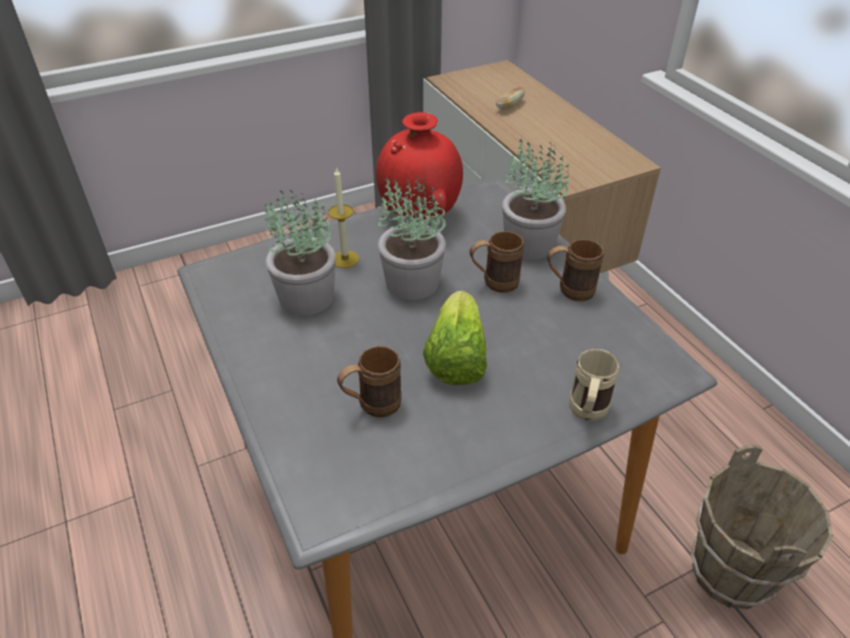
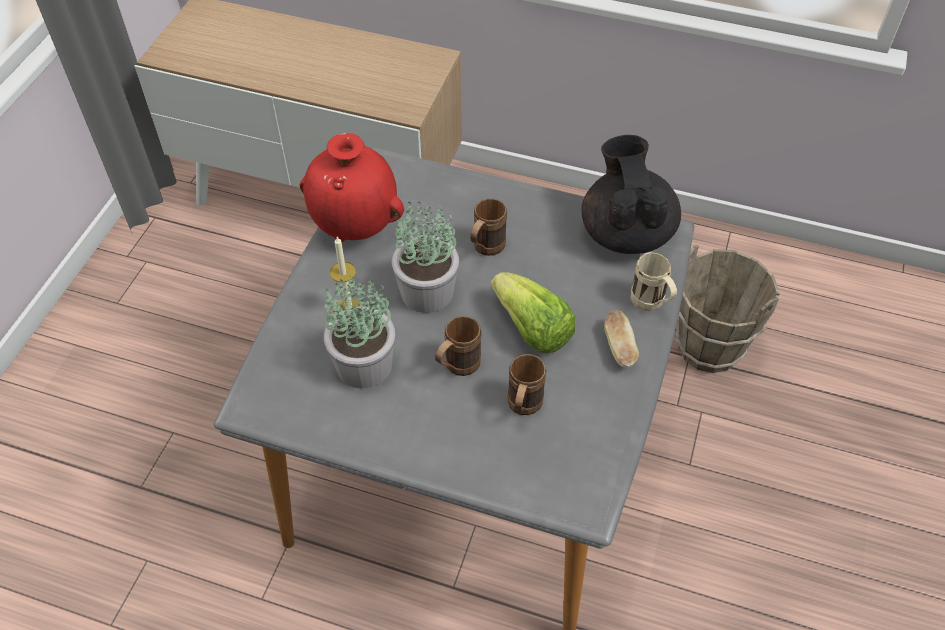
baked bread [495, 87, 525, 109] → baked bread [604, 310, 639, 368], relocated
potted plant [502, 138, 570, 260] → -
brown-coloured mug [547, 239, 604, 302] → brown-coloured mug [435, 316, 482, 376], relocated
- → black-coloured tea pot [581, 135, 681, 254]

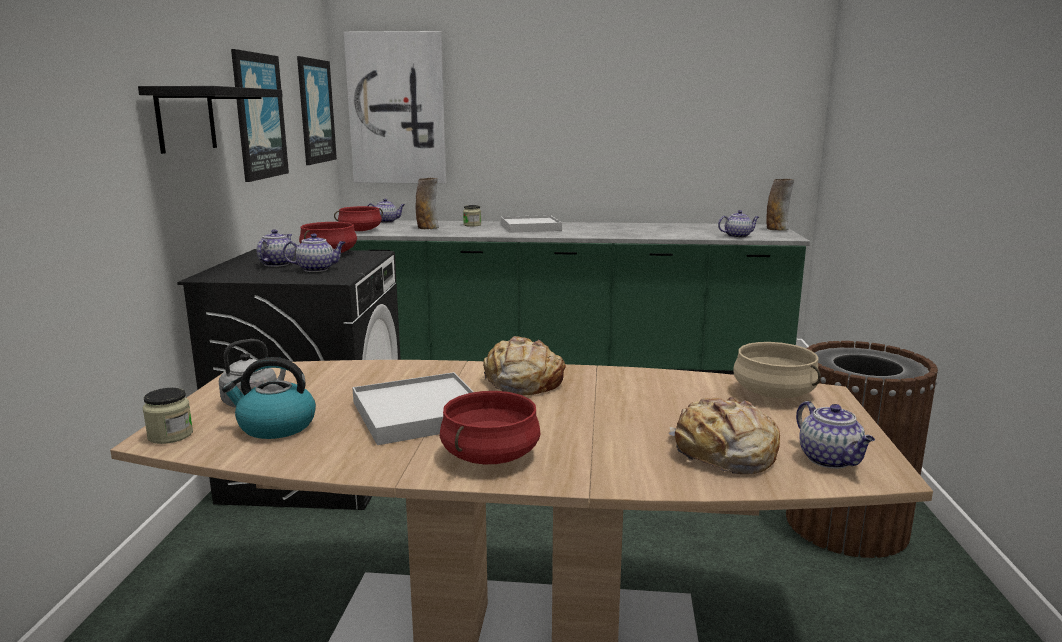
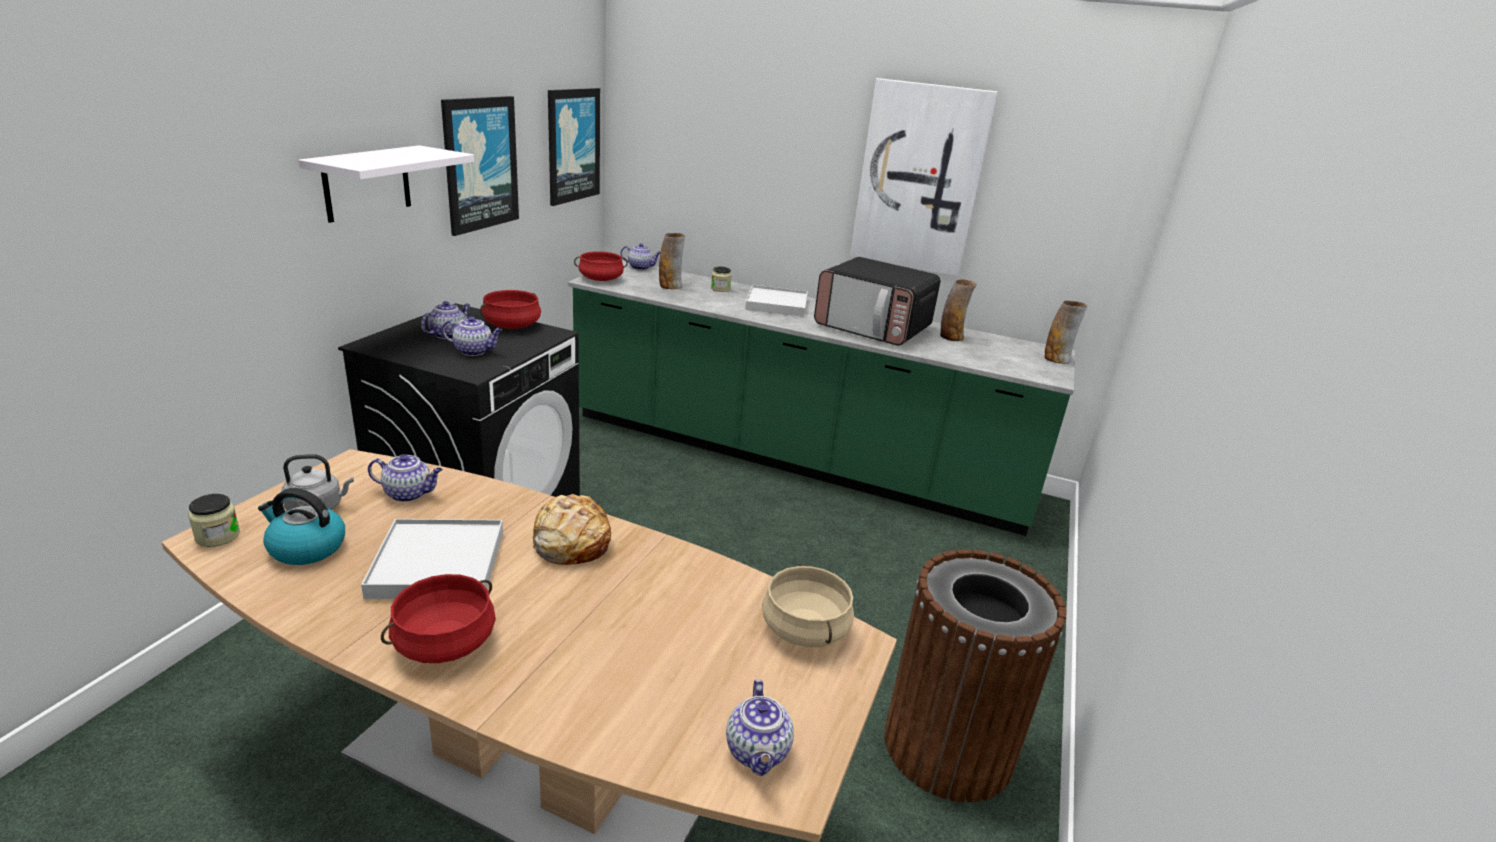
picture [344, 31, 446, 184] → picture [850, 78, 998, 277], relocated
black-coloured bracket shelf [138, 86, 283, 154] → white-coloured bracket shelf [298, 145, 474, 223]
tea pot [718, 210, 759, 238] → tea pot [368, 454, 443, 502], relocated
baked bread [669, 397, 780, 474] → -
- → kitchen microwave [814, 257, 940, 346]
- → decorative vase [940, 279, 977, 341]

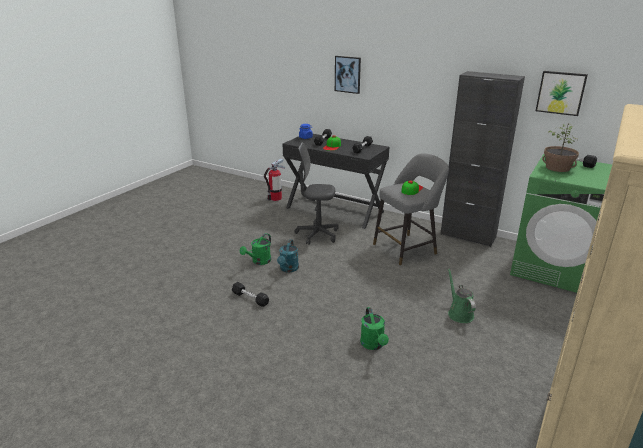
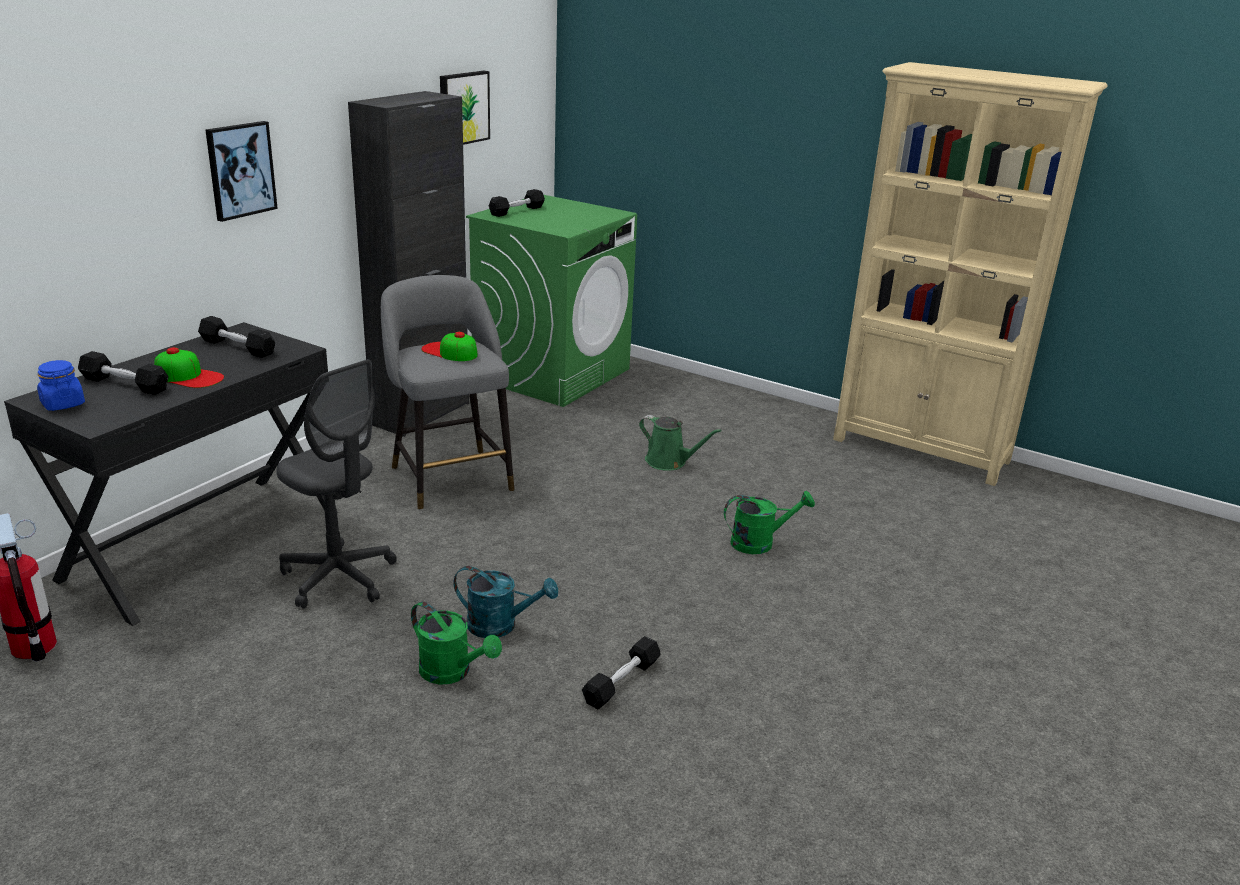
picture [335, 56, 361, 94] → picture [205, 121, 278, 222], relocated
potted plant [542, 123, 579, 172] → -
grey desk chair [294, 142, 339, 245] → grey desk chair [276, 360, 397, 609], 60 degrees counterclockwise
green-coloured watering can [448, 269, 476, 323] → green-coloured watering can [639, 415, 722, 471], 135 degrees counterclockwise

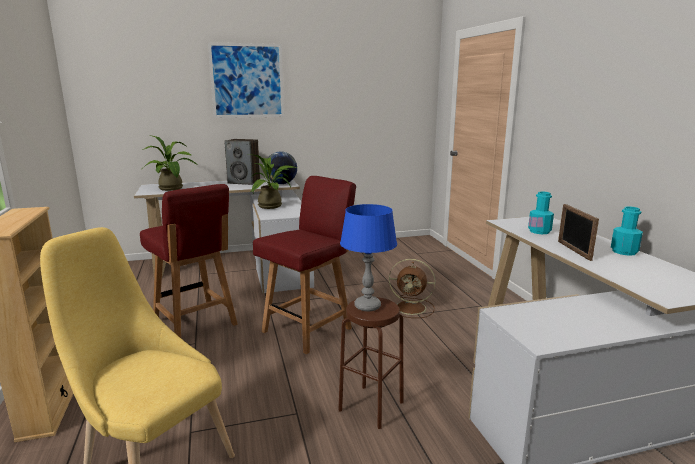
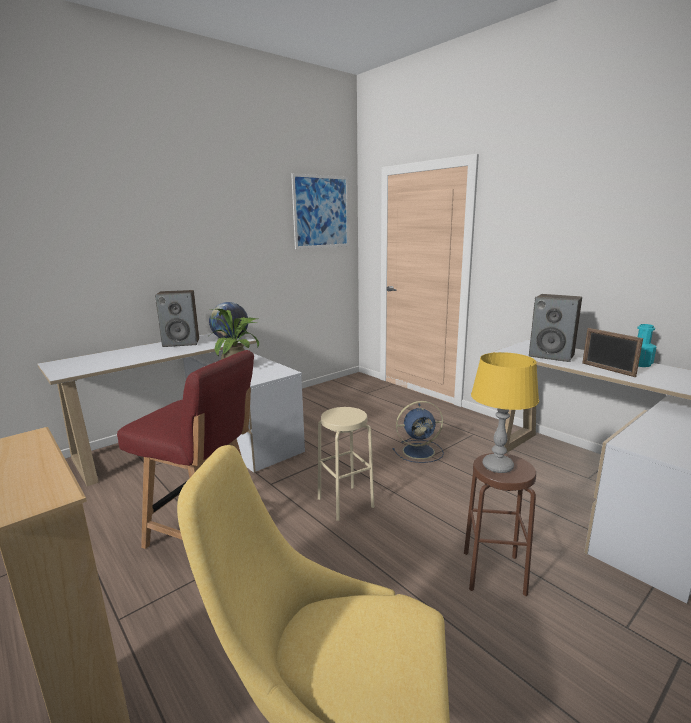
picture [208, 42, 284, 118] → picture [291, 173, 349, 249], relocated
potted plant [142, 135, 196, 191] → -
red-coloured upright chair [253, 176, 356, 354] → beige-coloured stool seat [318, 407, 374, 521]
turquoise beverage bottle [528, 192, 554, 234] → loudspeaker [529, 294, 582, 362]
blue table lamp [340, 204, 397, 311] → yellow-coloured table lamp [471, 352, 539, 473]
brown-coloured fan [389, 259, 435, 318] → blue fan [392, 401, 444, 463]

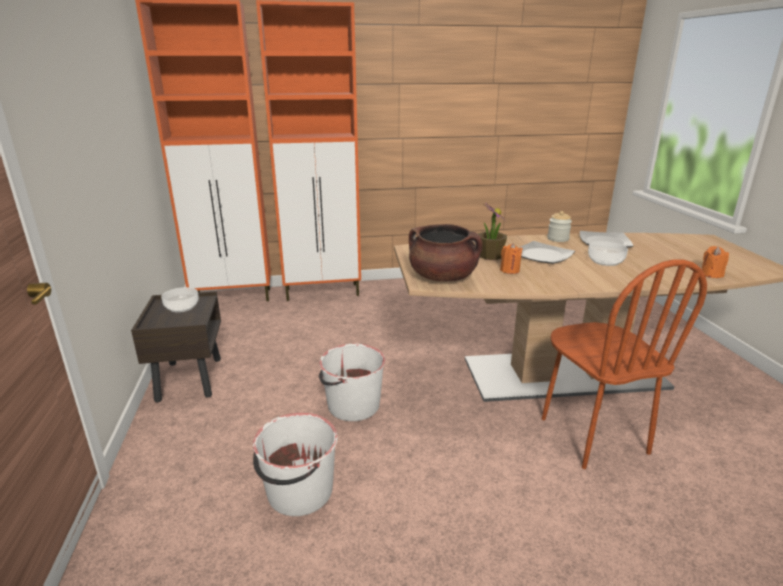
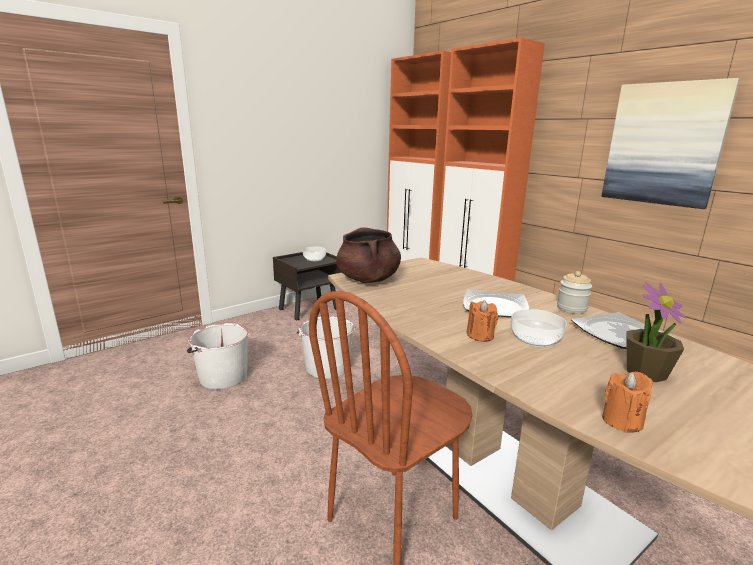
potted plant [478, 203, 507, 260] → potted plant [626, 282, 686, 382], relocated
orange wax candle [500, 243, 523, 274] → orange wax candle [466, 300, 498, 342], relocated
- → picture [602, 78, 740, 209]

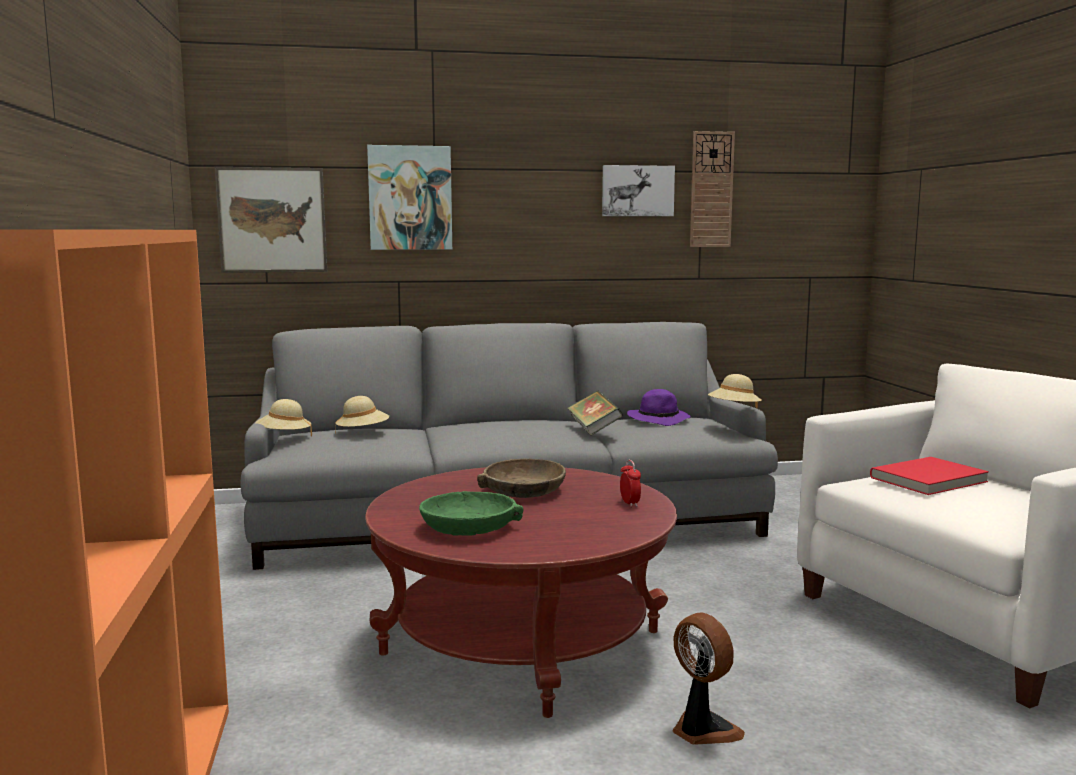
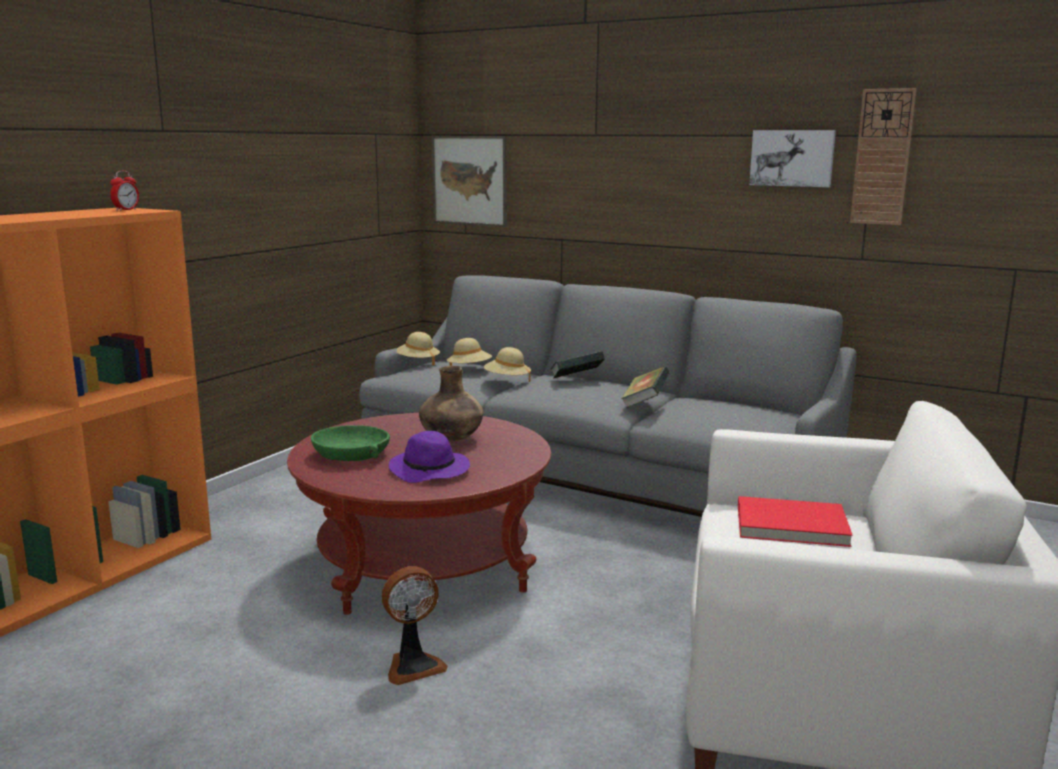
picture [367, 145, 452, 250] → -
beige-coloured hat [708, 374, 762, 408] → beige-coloured hat [484, 347, 531, 382], relocated
purple-coloured hat [627, 389, 691, 426] → purple-coloured hat [389, 431, 470, 483], relocated
brown-coloured serving bowl [477, 459, 566, 498] → brown-coloured decorative vase [419, 366, 483, 441]
alarm clock [620, 460, 641, 507] → alarm clock [110, 171, 139, 211], relocated
fan [673, 612, 745, 745] → fan [382, 566, 448, 685], 60 degrees clockwise
- → bound book [551, 351, 605, 379]

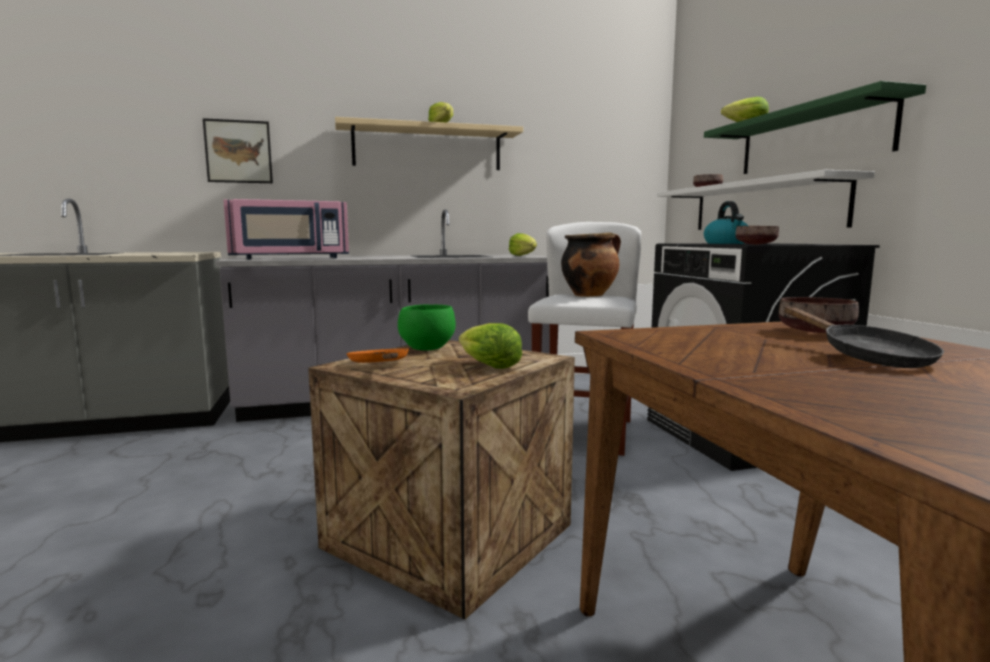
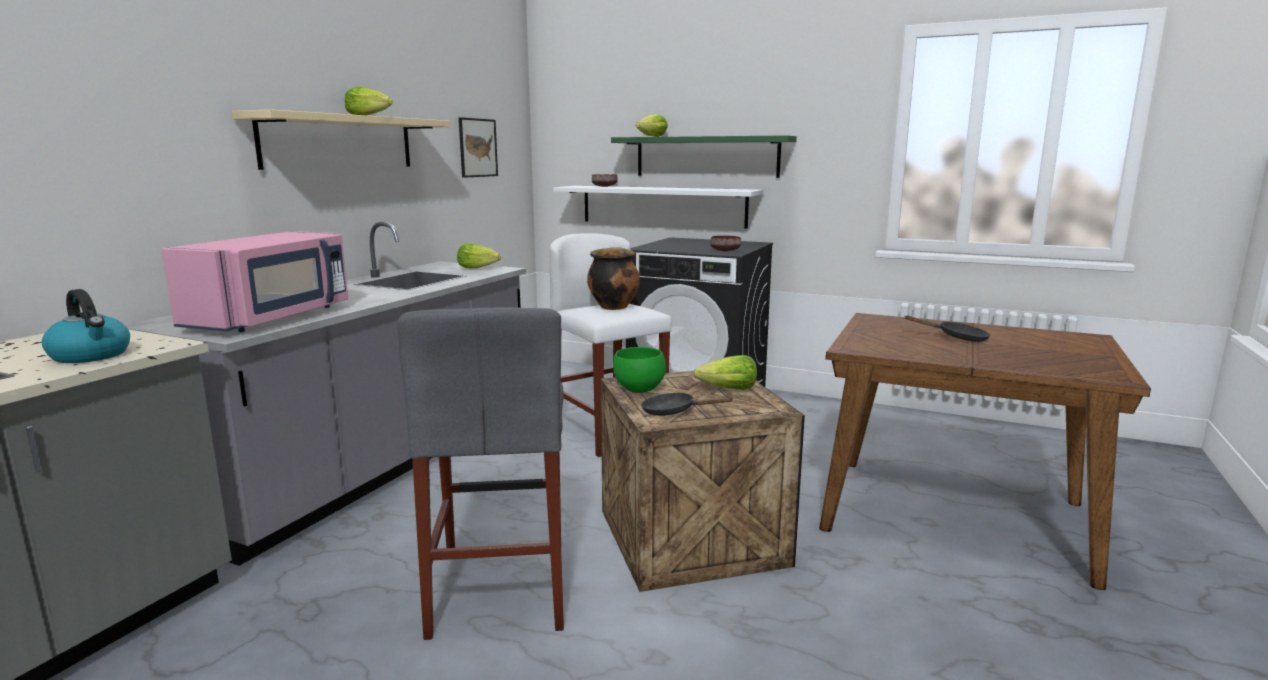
picture [203, 118, 273, 183] → picture [459, 117, 498, 178], relocated
kettle [704, 201, 748, 244] → kettle [42, 289, 130, 363], relocated
brown-coloured serving bowl [779, 297, 859, 333] → -
orange skillet [346, 348, 409, 363] → black-coloured skillet [641, 392, 734, 416]
- → grey stool seat [397, 307, 564, 640]

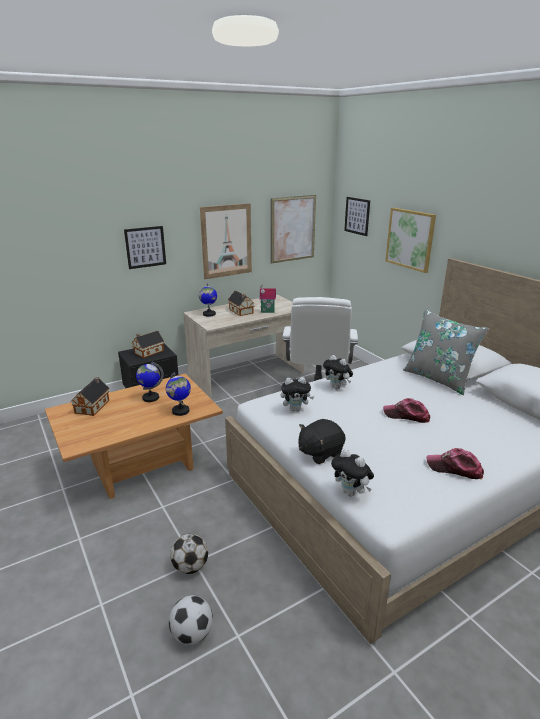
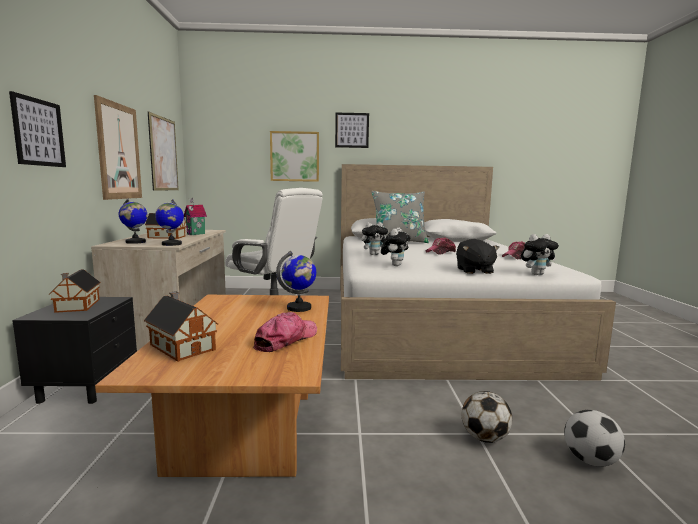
picture [344, 197, 370, 236] → picture [335, 113, 369, 148], relocated
globe [136, 362, 164, 402] → globe [155, 199, 184, 246], relocated
- → peaked cap [253, 312, 317, 352]

